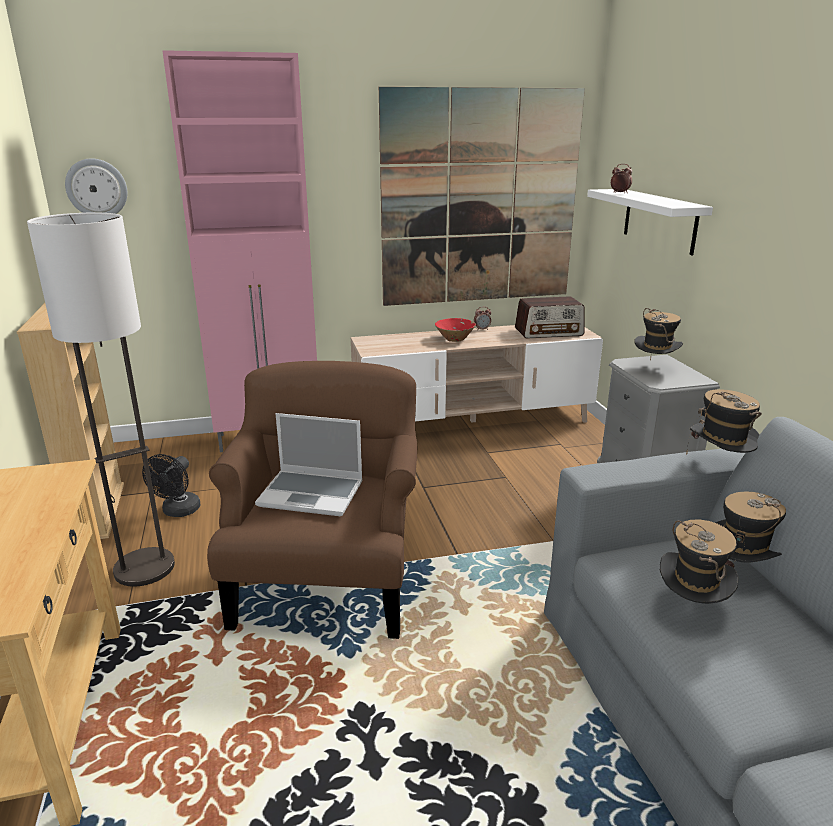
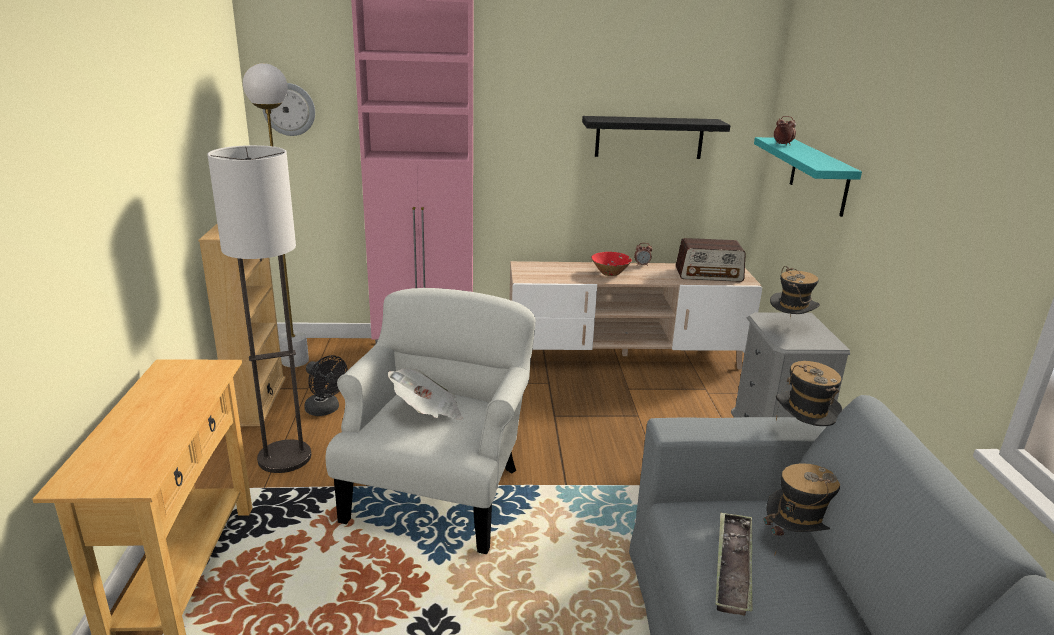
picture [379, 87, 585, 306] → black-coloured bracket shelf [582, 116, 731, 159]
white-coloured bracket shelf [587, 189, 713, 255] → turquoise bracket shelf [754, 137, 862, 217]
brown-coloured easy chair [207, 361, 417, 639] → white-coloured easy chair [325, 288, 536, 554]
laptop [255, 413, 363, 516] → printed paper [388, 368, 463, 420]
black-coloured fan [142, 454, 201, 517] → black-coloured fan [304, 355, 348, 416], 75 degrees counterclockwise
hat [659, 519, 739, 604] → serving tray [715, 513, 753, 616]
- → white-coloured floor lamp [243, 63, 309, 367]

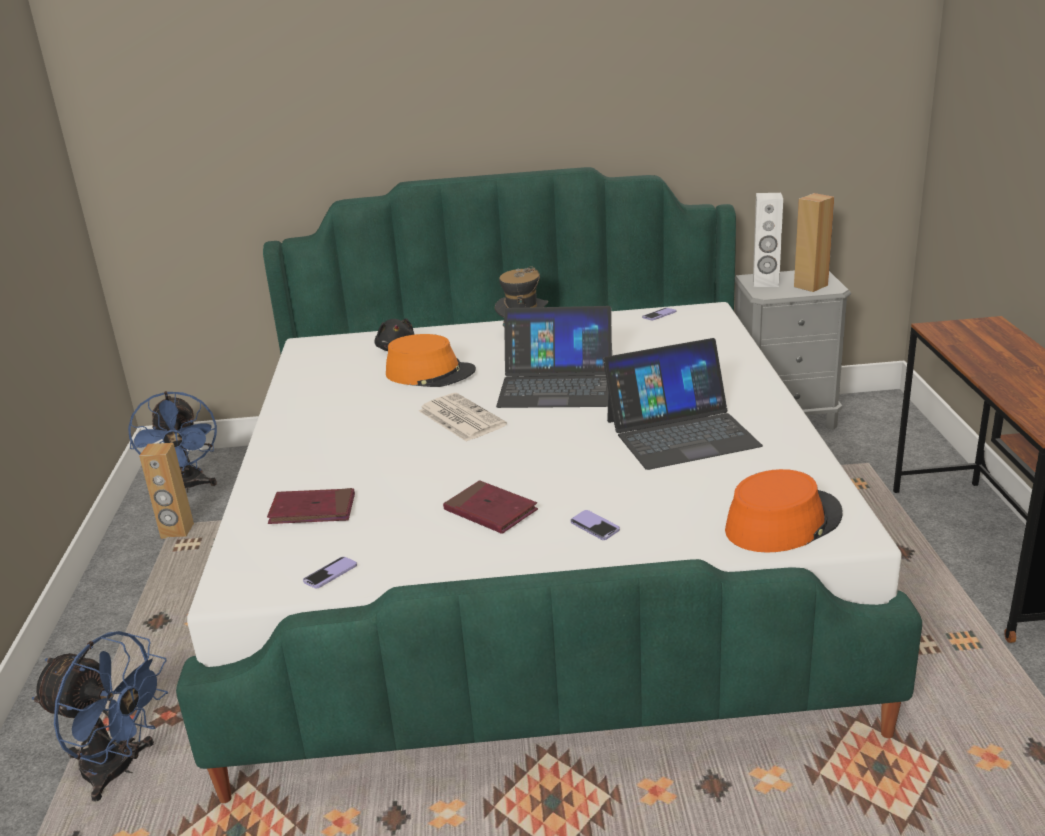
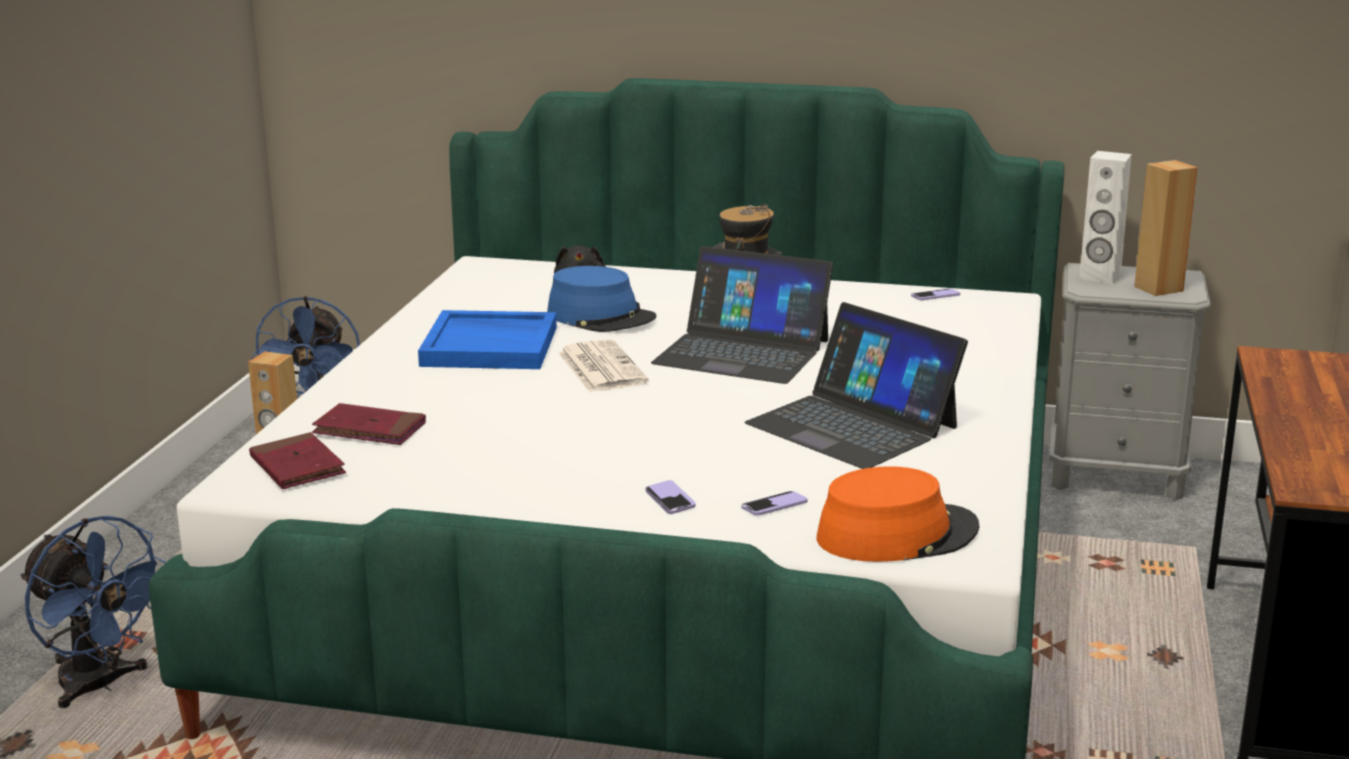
orange hat [386, 334, 476, 387] → blue hat [547, 266, 656, 332]
laptop [603, 338, 763, 470] → laptop [744, 302, 968, 469], 45 degrees clockwise
red-coloured bound book [443, 480, 538, 534] → red-coloured bound book [249, 432, 346, 489], relocated
handset [303, 557, 357, 588] → handset [741, 491, 807, 516], relocated
- → blue serving tray [418, 310, 557, 369]

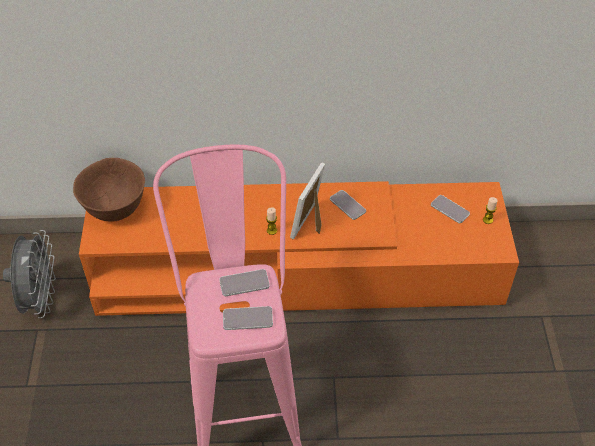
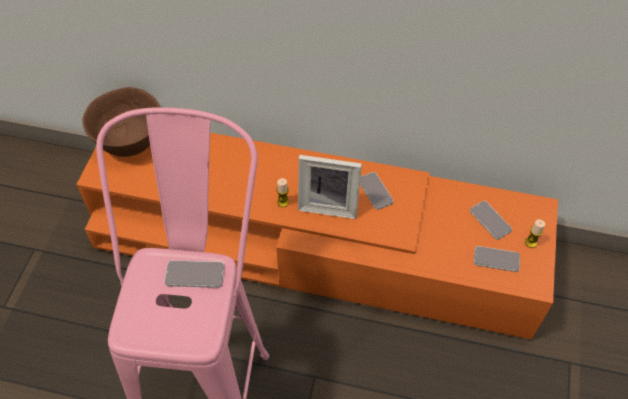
picture frame [290, 163, 325, 240] → picture frame [298, 155, 362, 219], 120 degrees counterclockwise
grey fan [3, 230, 56, 318] → -
handset [223, 306, 273, 330] → handset [474, 246, 520, 272], relocated

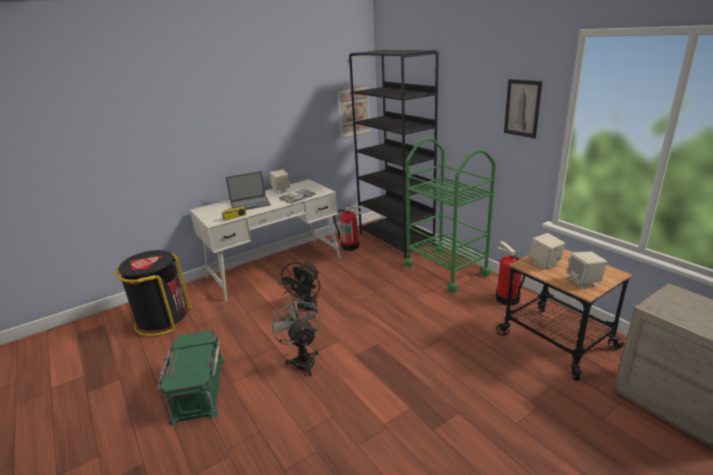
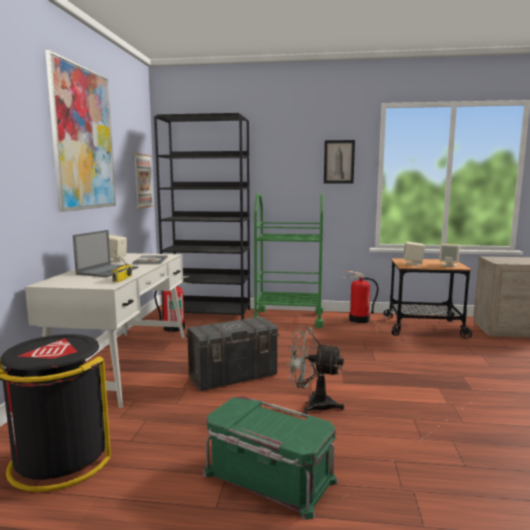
black-coloured fan [278, 262, 320, 313] → grey storage container [185, 317, 279, 391]
- → picture [45, 50, 116, 212]

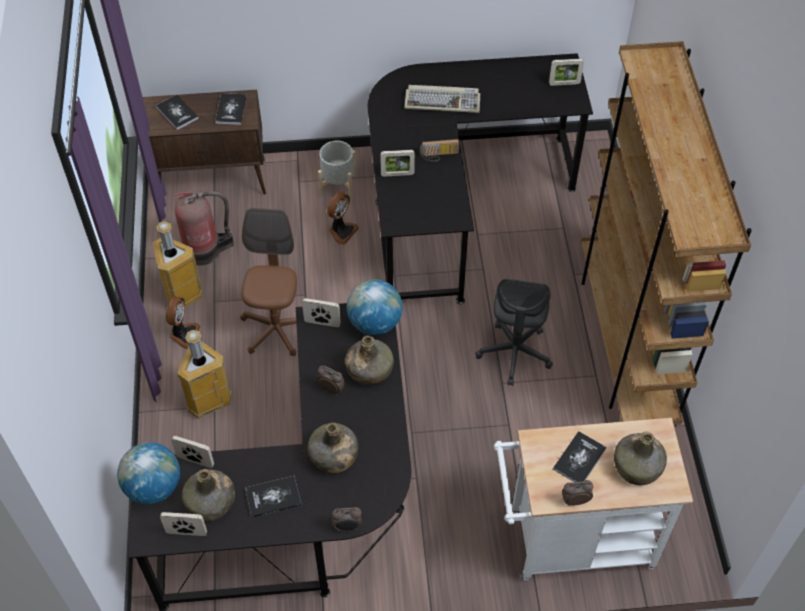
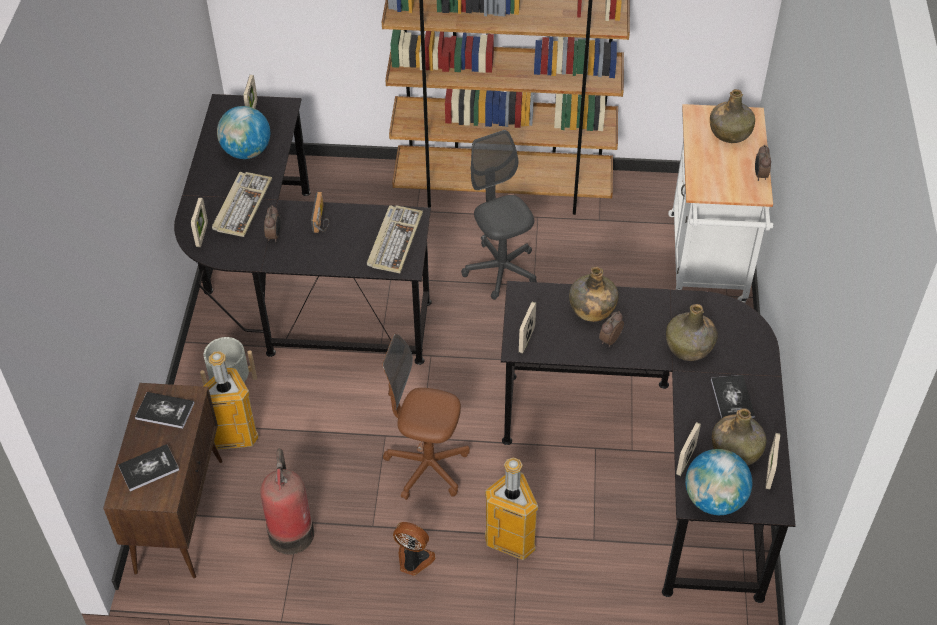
picture frame [380, 150, 415, 177] → picture frame [191, 198, 208, 247], relocated
fan [327, 192, 359, 245] → -
rubbish bin [152, 221, 202, 308] → rubbish bin [204, 351, 259, 450], relocated
globe [347, 279, 403, 335] → globe [217, 106, 270, 159], relocated
grey desk chair [475, 279, 553, 386] → grey desk chair [461, 130, 537, 300], 135 degrees counterclockwise
bound book [553, 431, 607, 482] → -
alarm clock [332, 507, 362, 531] → alarm clock [264, 205, 281, 242], relocated
- → PC keyboard [367, 205, 423, 273]

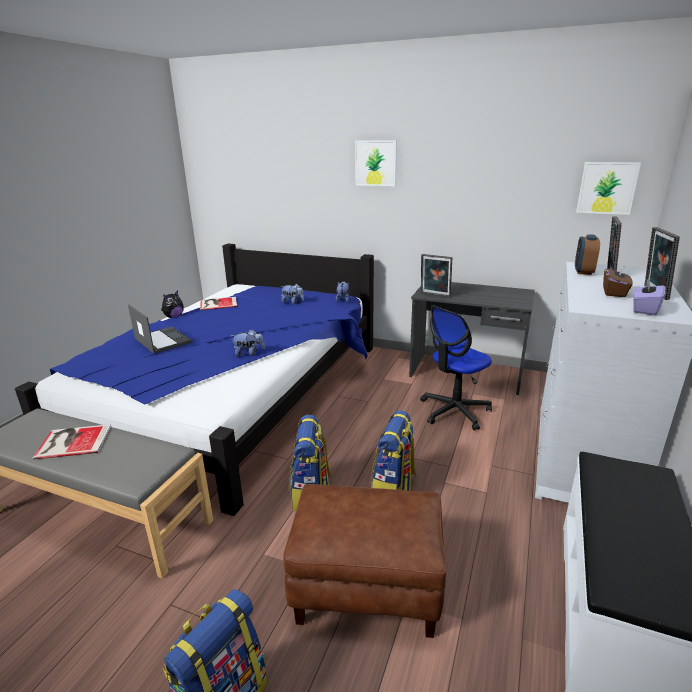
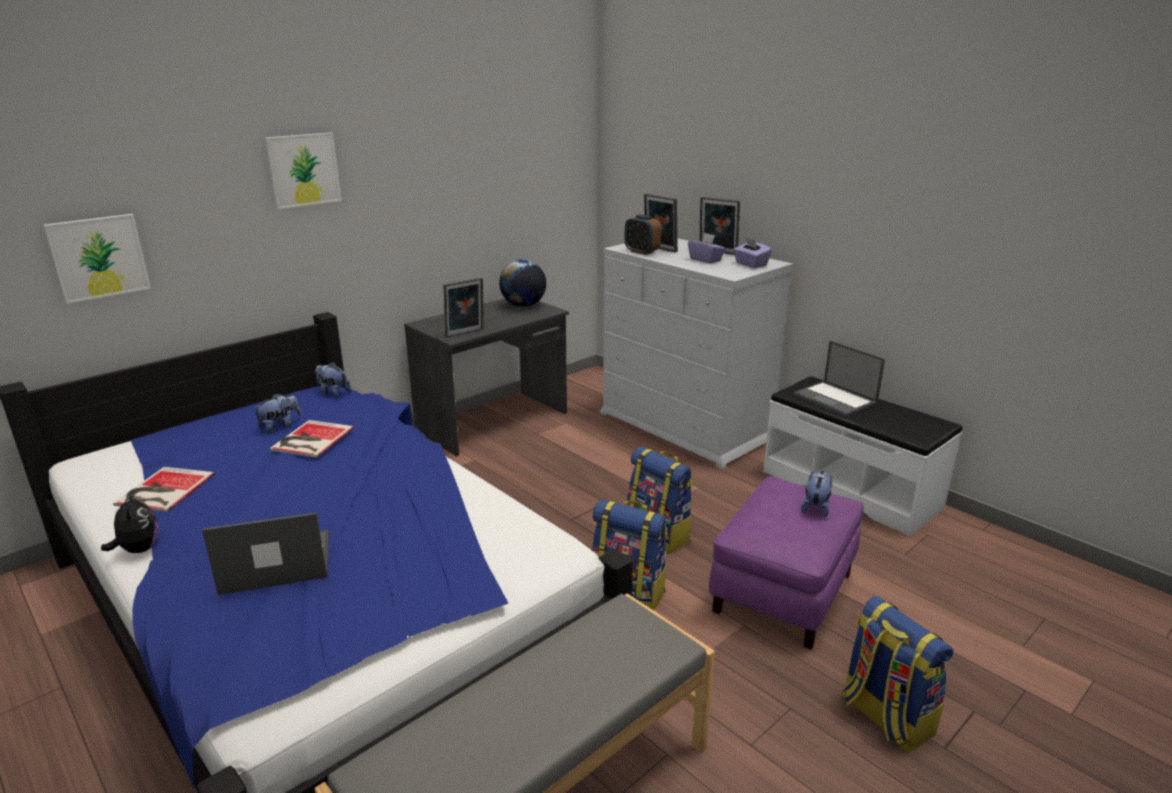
picture [576, 162, 641, 215] → picture [43, 214, 151, 304], relocated
brown-coloured box of tissues [603, 264, 633, 297] → purple-coloured box of tissues [688, 233, 725, 263]
desk chair [420, 305, 492, 431] → -
soft toy [231, 329, 265, 356] → soft toy [801, 471, 832, 518], relocated
bound book [33, 424, 111, 460] → bound book [270, 420, 354, 458], relocated
brown-coloured pouffe [283, 484, 447, 638] → purple-coloured pouffe [709, 476, 864, 649]
- → globe [499, 259, 546, 307]
- → laptop [793, 341, 885, 417]

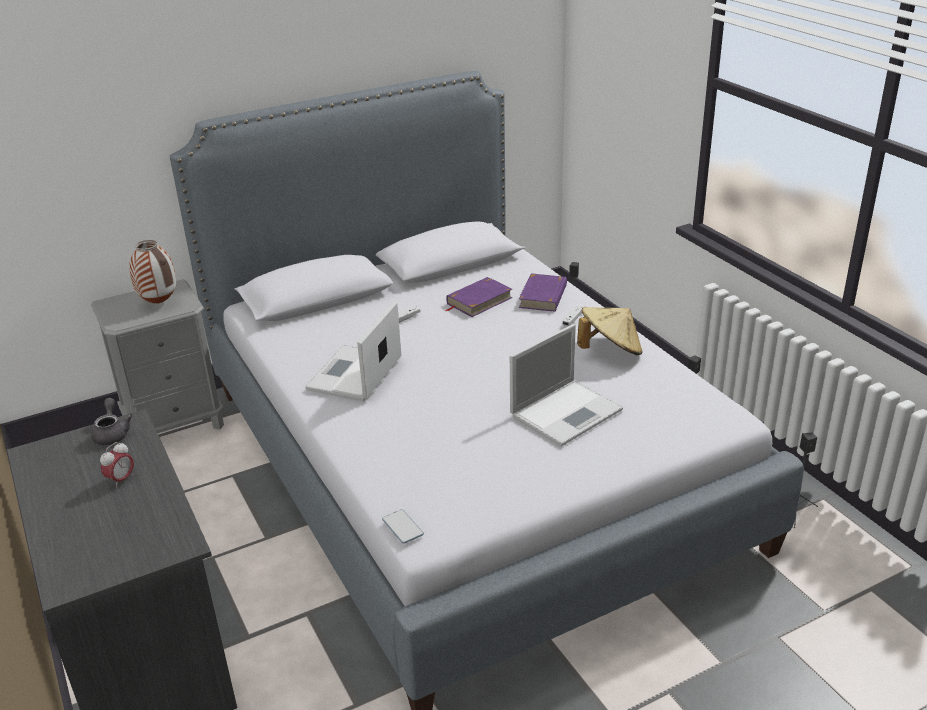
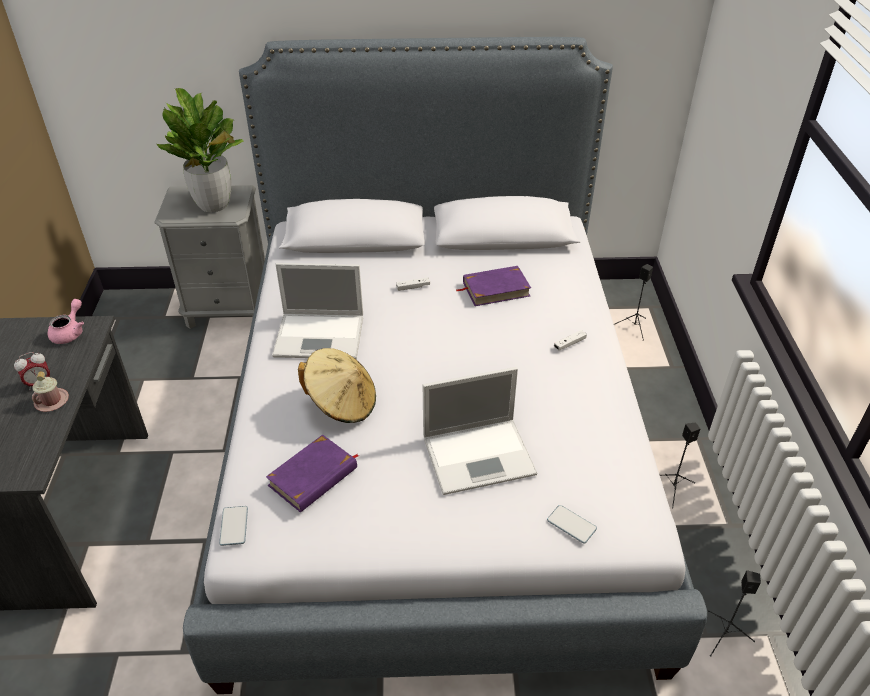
decorative vase [129, 240, 176, 303] → potted plant [156, 88, 244, 212]
purple-coloured bound book [519, 273, 567, 312] → purple-coloured bound book [266, 435, 360, 513], relocated
laptop [305, 301, 401, 401] → laptop [272, 263, 363, 359], 135 degrees counterclockwise
beige-coloured hat [577, 307, 643, 355] → beige-coloured hat [298, 348, 376, 423], relocated
grey tea pot [91, 398, 133, 445] → pink-coloured tea pot [48, 299, 84, 344]
- → pink-coloured mug [32, 372, 69, 412]
- → handset [547, 505, 597, 544]

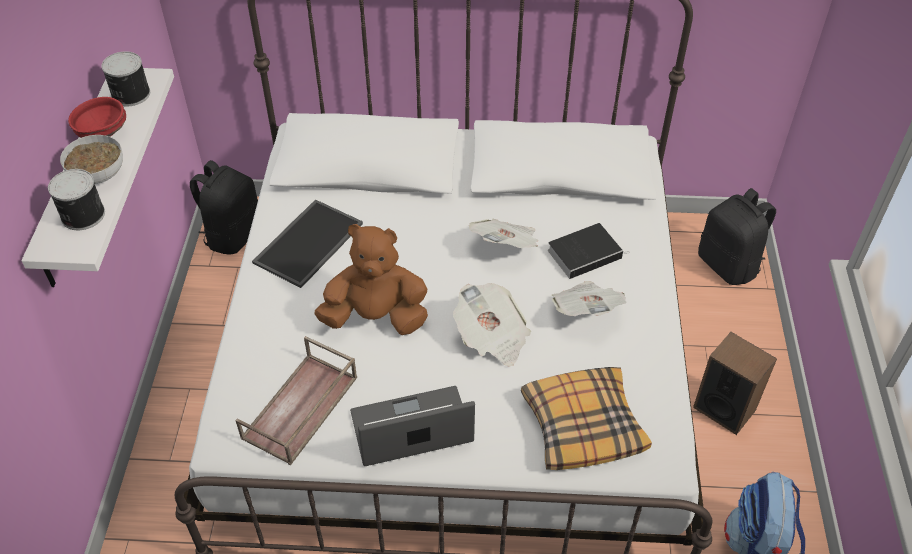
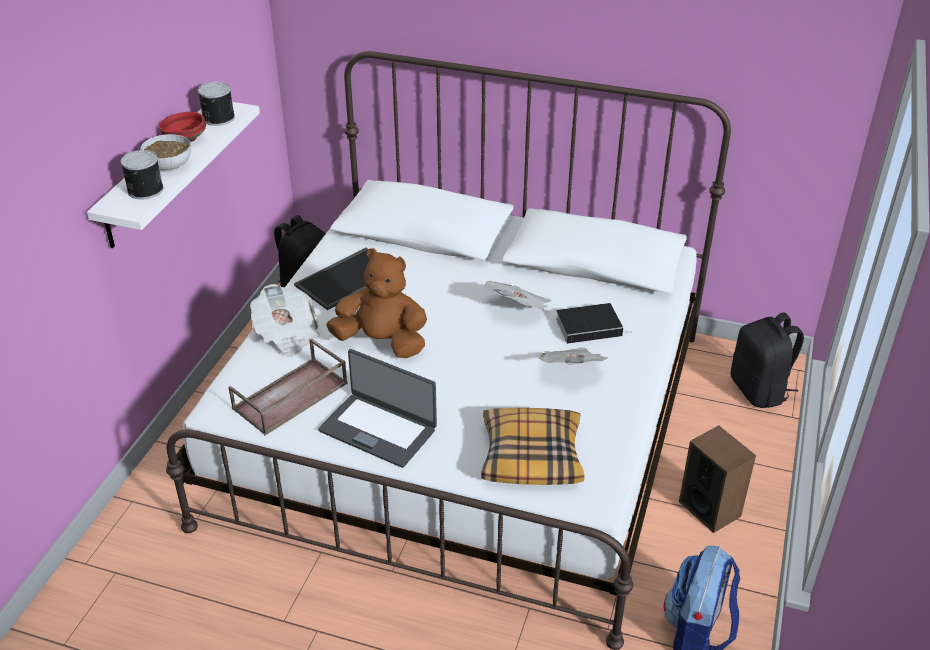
printed paper [453, 283, 531, 367] → printed paper [250, 284, 320, 357], relocated
laptop [350, 386, 475, 466] → laptop [318, 349, 437, 468], 150 degrees counterclockwise

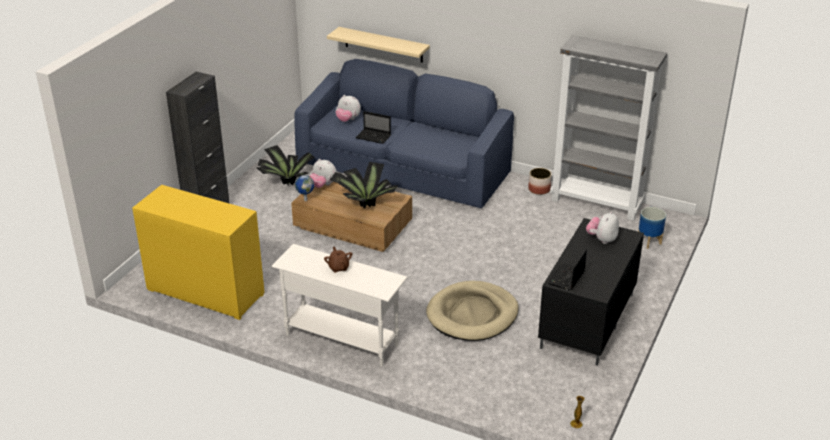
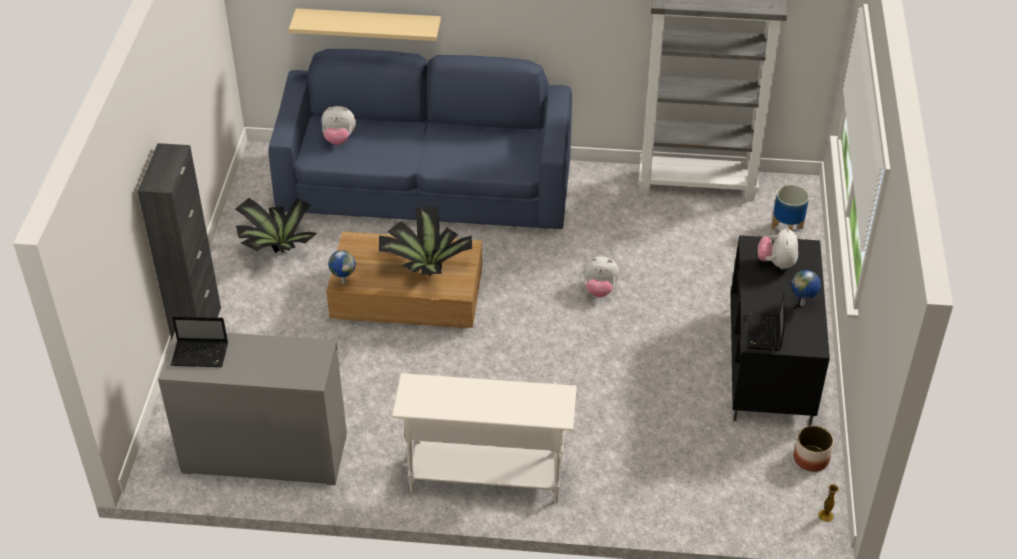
laptop [356, 111, 391, 144] → laptop [171, 316, 228, 367], relocated
soft toy [309, 159, 337, 188] → soft toy [583, 256, 619, 297], relocated
flower pot [528, 168, 552, 195] → flower pot [794, 426, 834, 472], relocated
yellow-coloured chest of drawers [132, 185, 264, 320] → grey chest of drawers [158, 332, 347, 485]
brown-coloured tea pot [324, 247, 353, 273] → -
beige-coloured dog bed [426, 281, 519, 341] → -
- → globe [791, 270, 821, 306]

